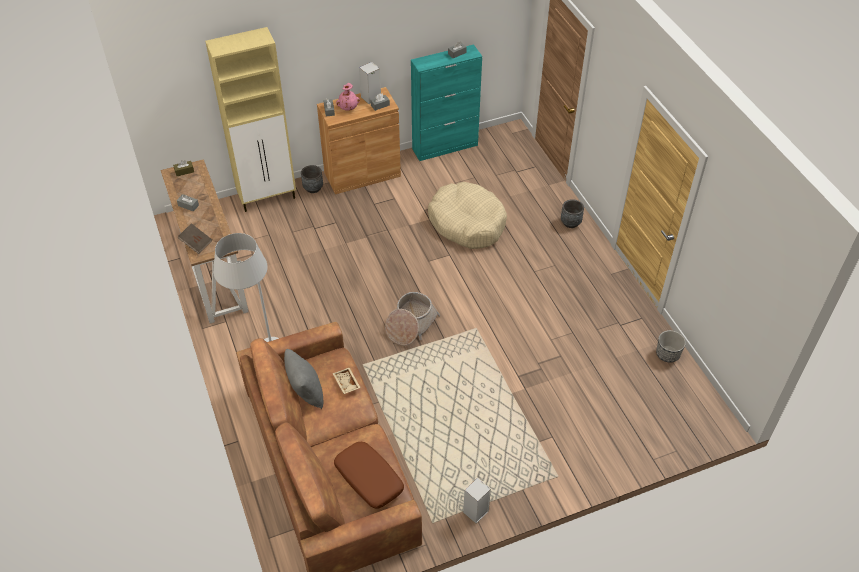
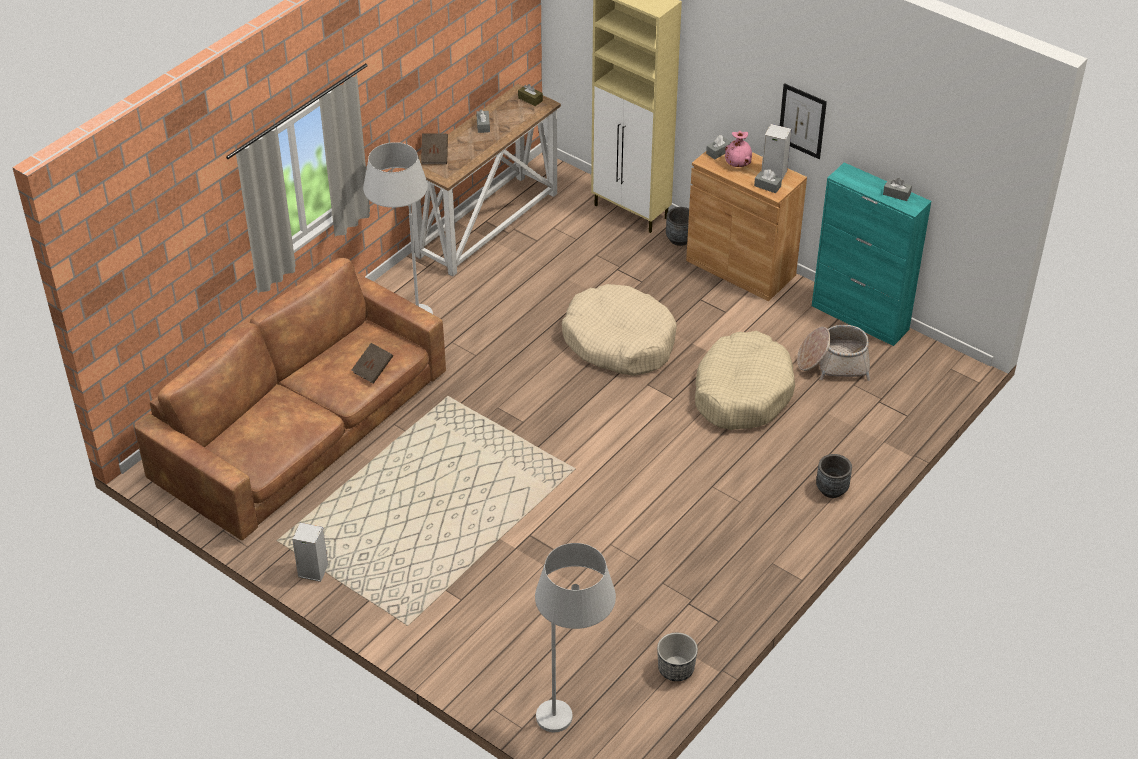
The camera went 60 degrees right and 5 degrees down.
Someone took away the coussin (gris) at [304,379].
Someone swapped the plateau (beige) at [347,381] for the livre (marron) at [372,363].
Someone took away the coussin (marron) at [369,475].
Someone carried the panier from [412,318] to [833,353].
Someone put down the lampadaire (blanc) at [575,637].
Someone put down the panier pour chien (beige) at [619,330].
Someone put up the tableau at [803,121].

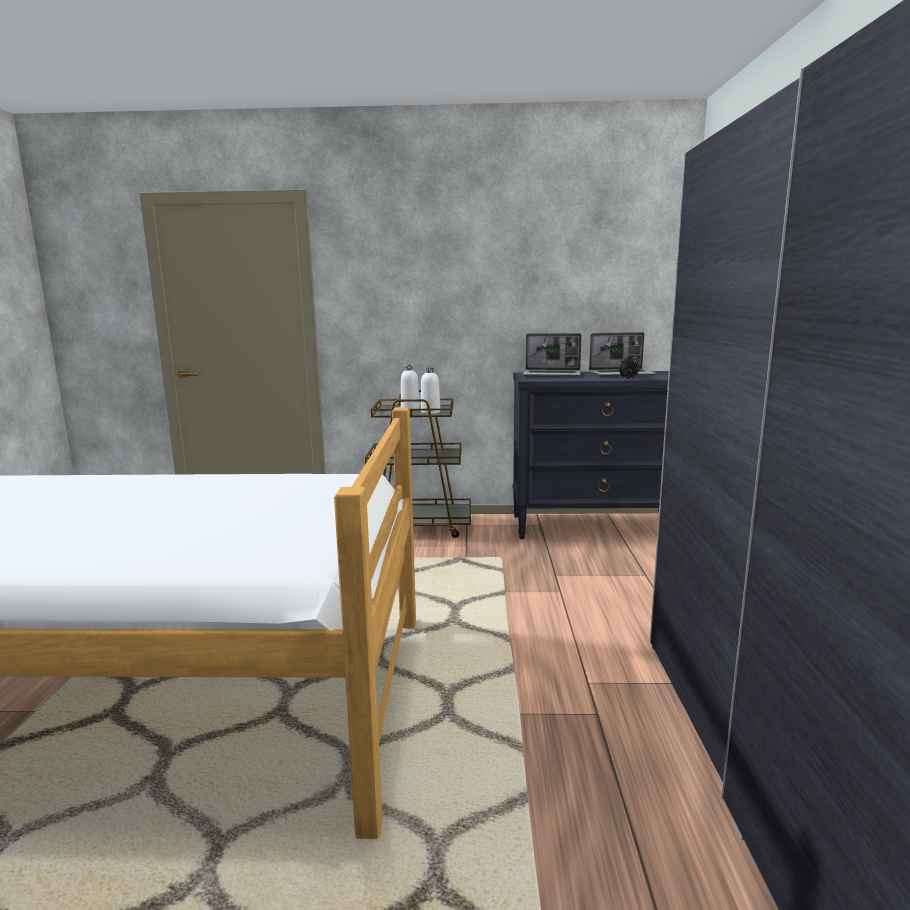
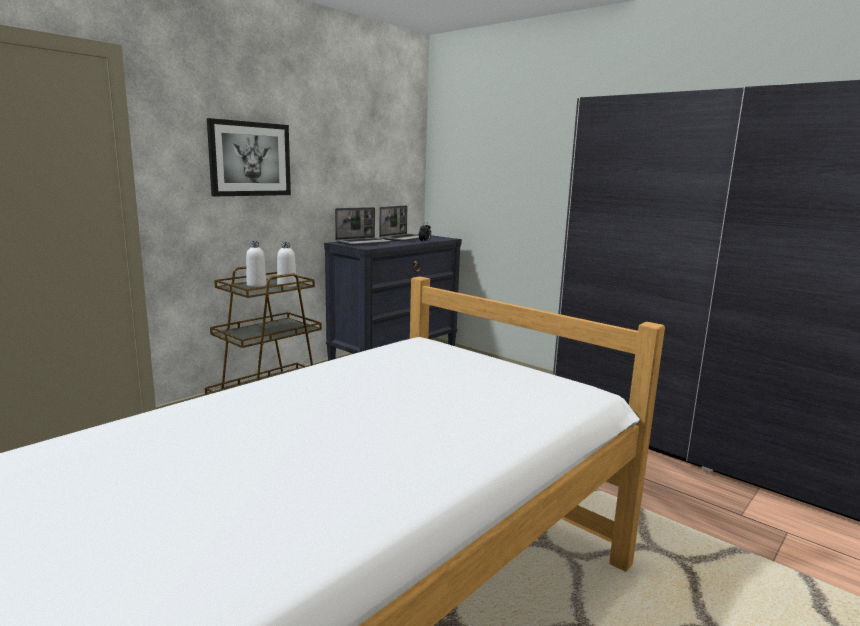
The camera went 50 degrees left and 0 degrees up.
Someone put up the tableau at [249,157].

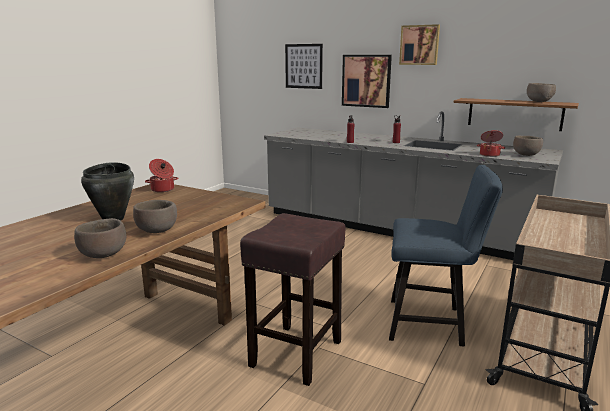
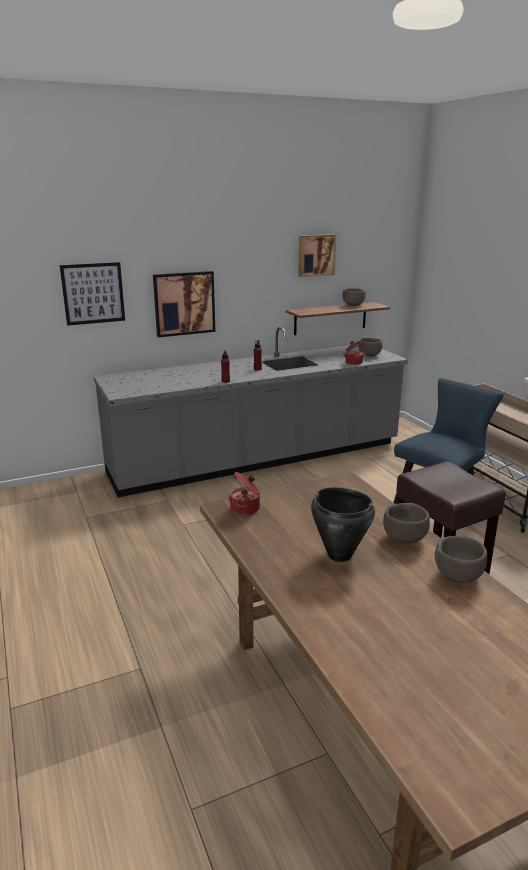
The camera went 55 degrees left and 5 degrees up.
Someone carried the tableau from [419,44] to [317,255].

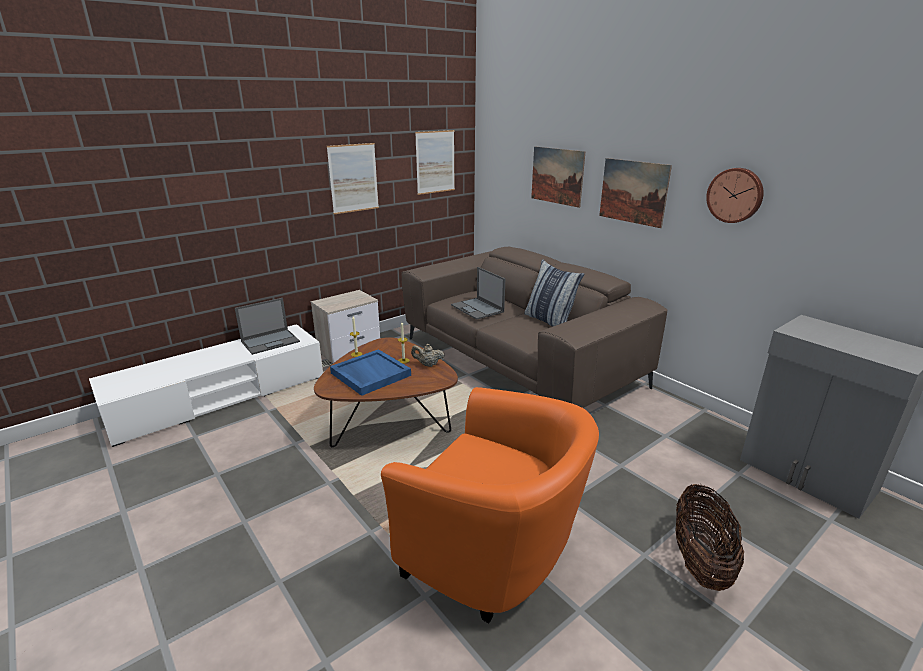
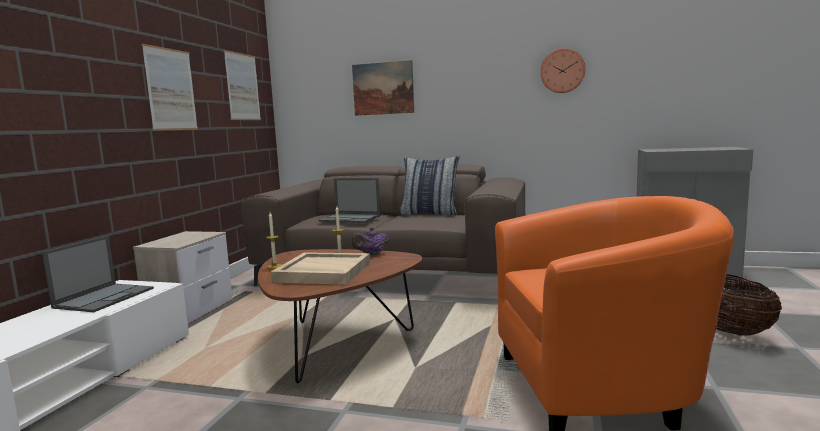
The camera went 35 degrees left and 15 degrees down.
Someone repainted the plateau (bleu) at [370,372], which became the plateau (beige) at [320,268].
Someone repainted the théière (beige) at [427,355], which became the théière (violet) at [370,241].
Someone took away the tableau at [635,193].

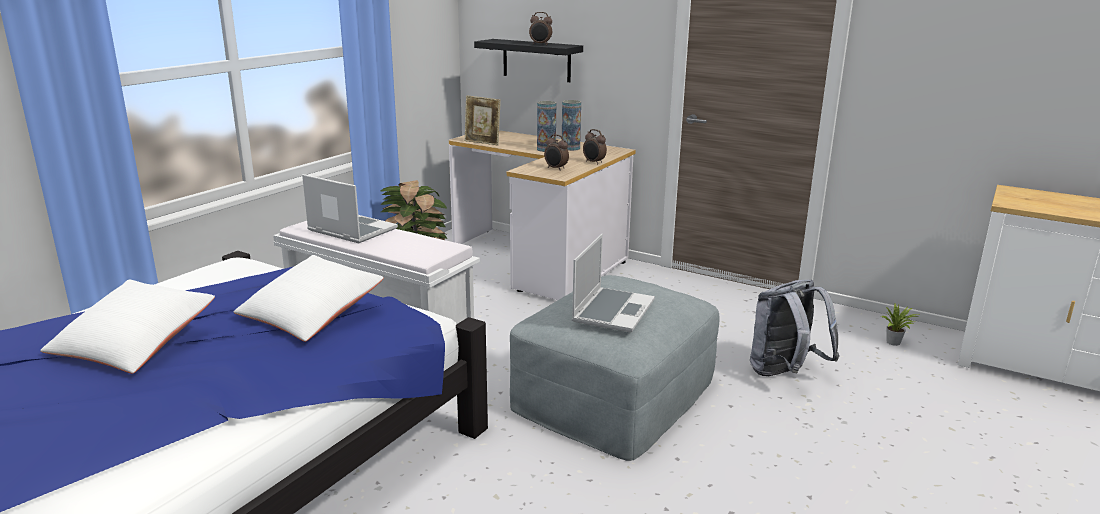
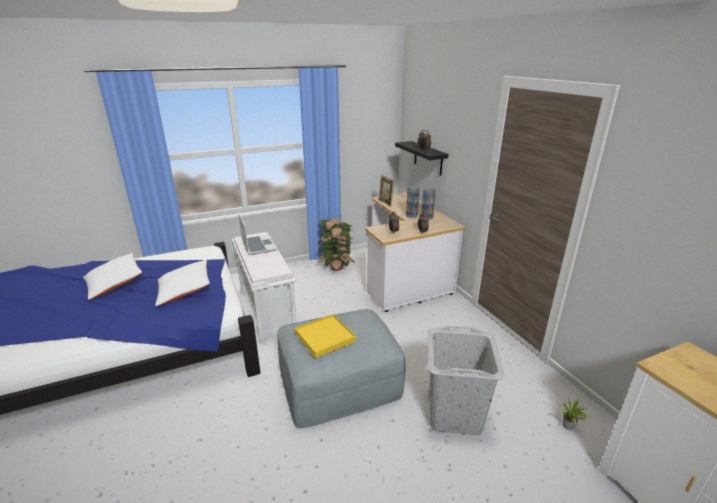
The camera went 35 degrees right and 5 degrees up.
Someone swapped the ordinateur portable at [613,283] for the plateau (jaune) at [325,336].
Someone swapped the sac à dos (gris) at [794,328] for the panier à linge (gris) at [466,380].

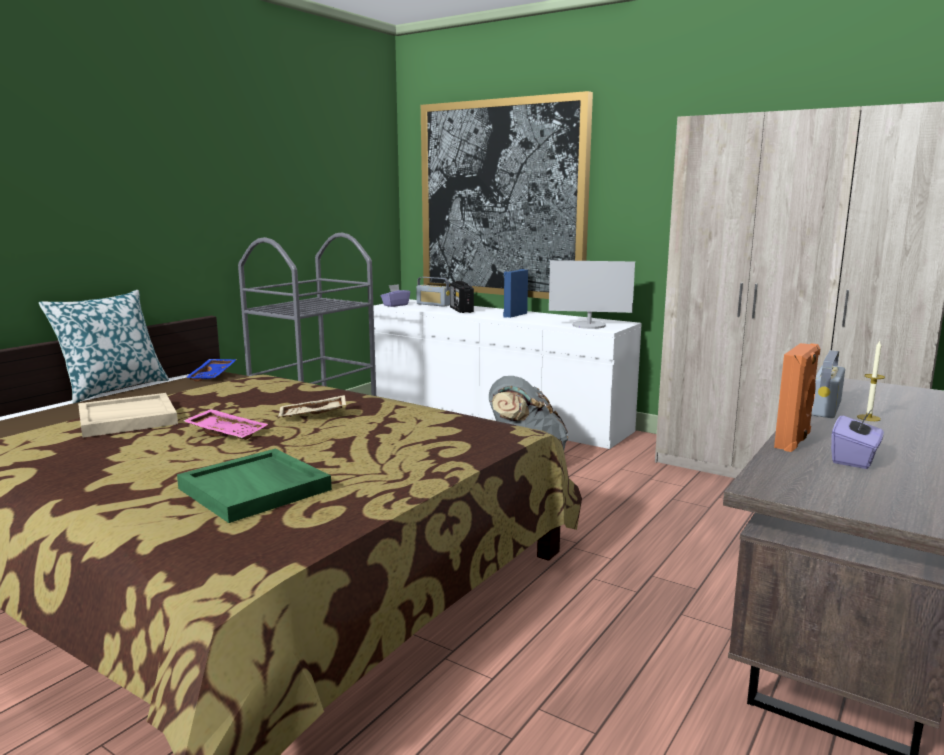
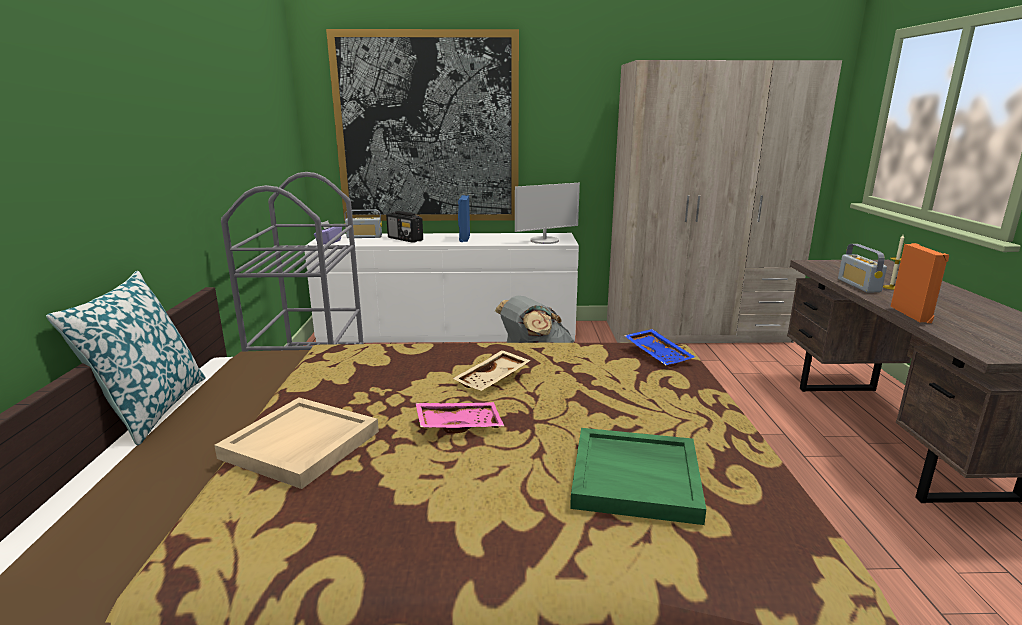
The camera went 35 degrees left and 5 degrees up.
Someone carried the plateau (bleu) from [211,370] to [659,348].
Someone took away the boîte à mouchoirs (violet) at [857,440].

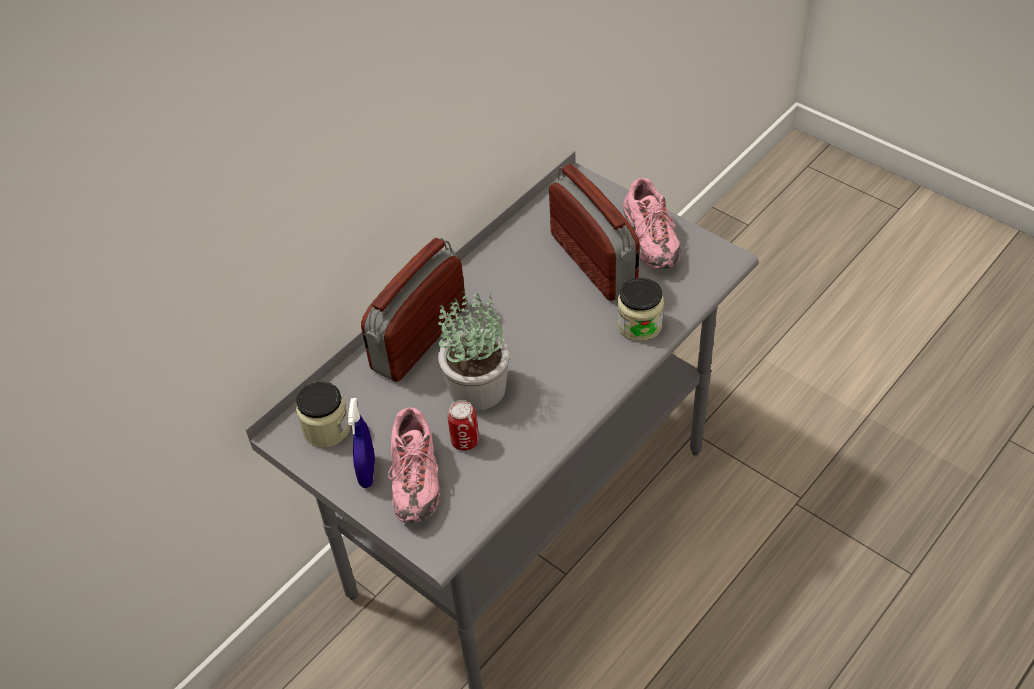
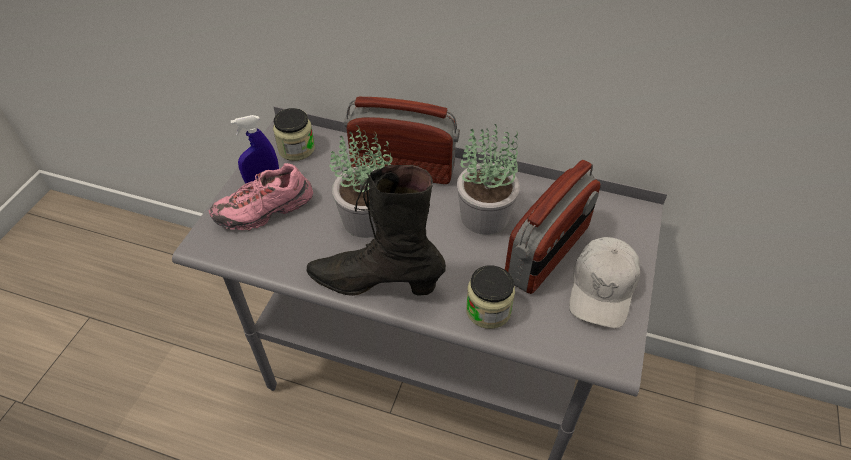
The camera went 65 degrees right and 0 degrees up.
Someone took away the boîte métallique at [463,425].
Someone swapped the chaussure (rose) at [651,223] for the casquette (blanc) at [604,282].
Someone put down the botte (noir) at [376,230].
Someone put down the plante en pot at [488,179].

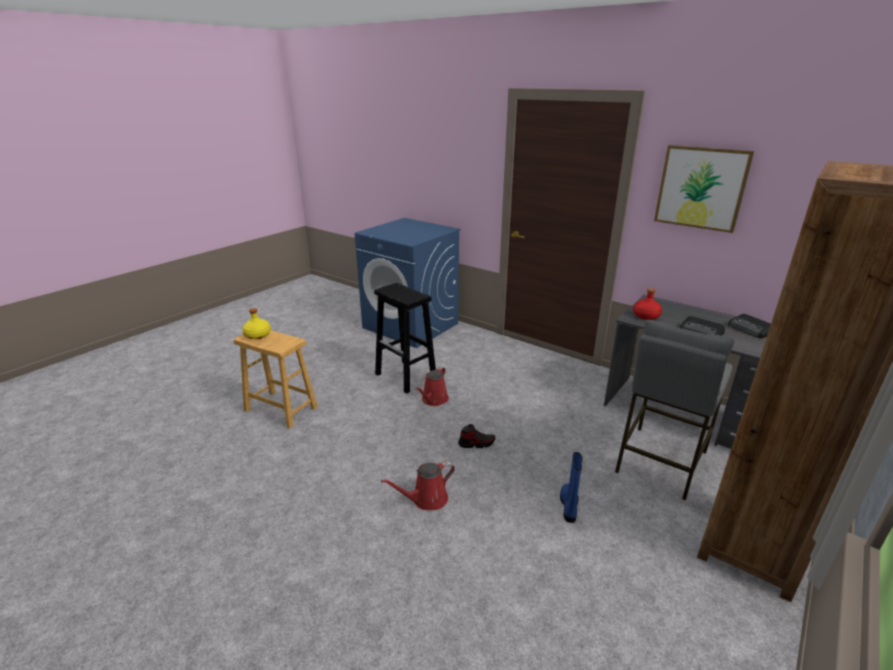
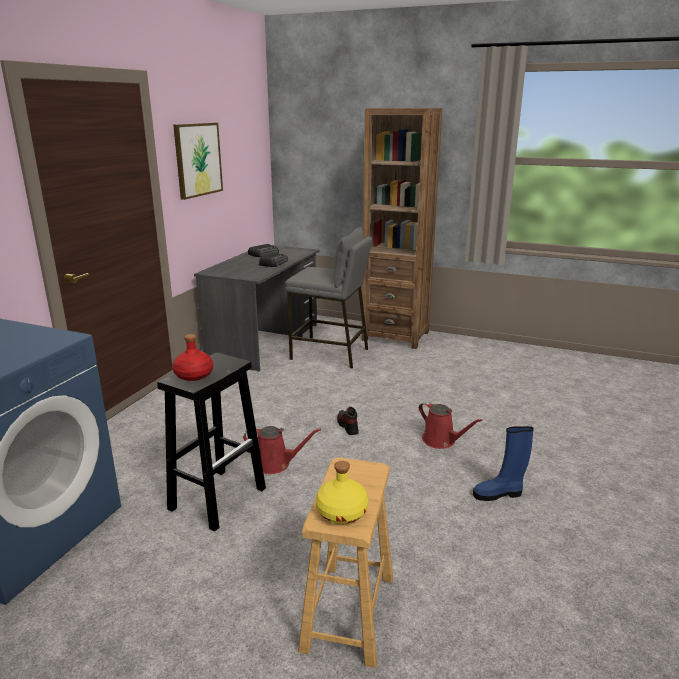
The camera went 105 degrees left and 5 degrees down.
Someone carried the botte (bleu) from [571,487] to [503,463].
Someone carried the bouteille (rouge) from [647,304] to [192,357].

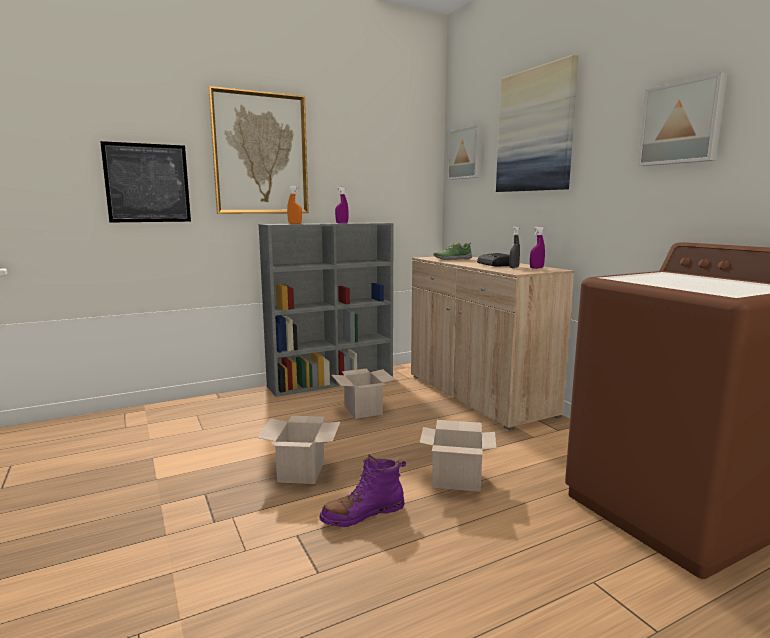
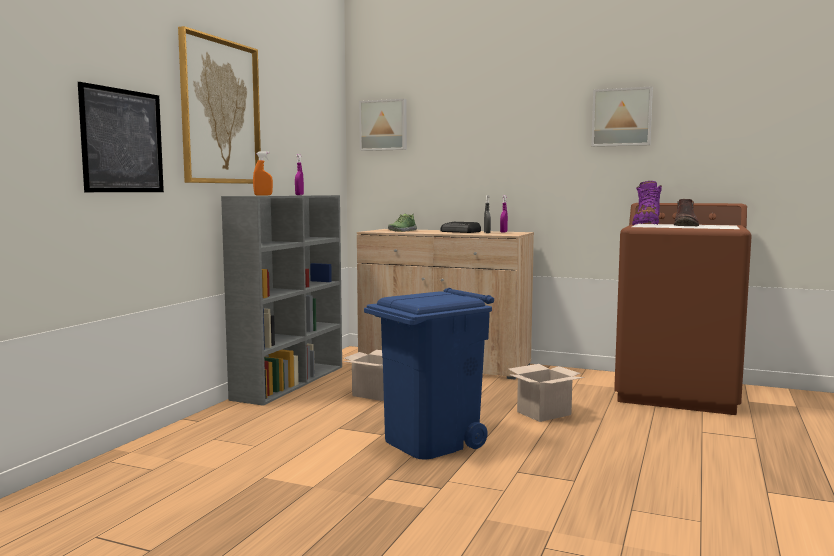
The camera went 40 degrees left and 5 degrees down.
Someone swapped the carton at [298,450] for the poubelle (bleu) at [429,374].
Someone carried the botte (violet) from [363,490] to [647,203].
Someone took away the tableau at [537,123].
Someone put down the botte (marron) at [686,212].

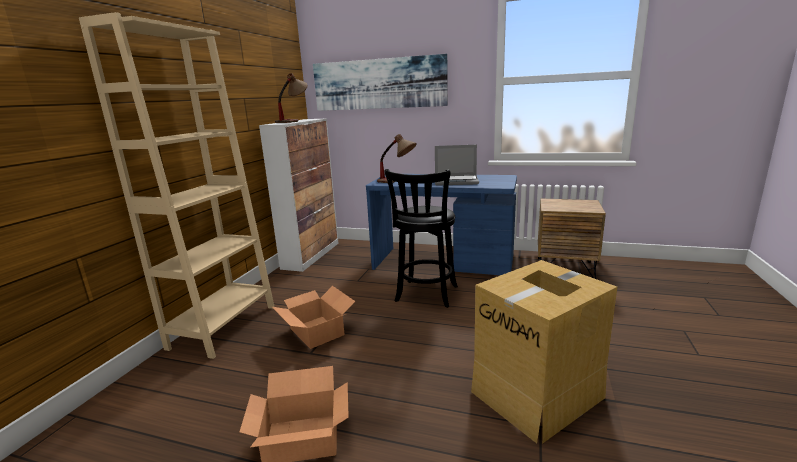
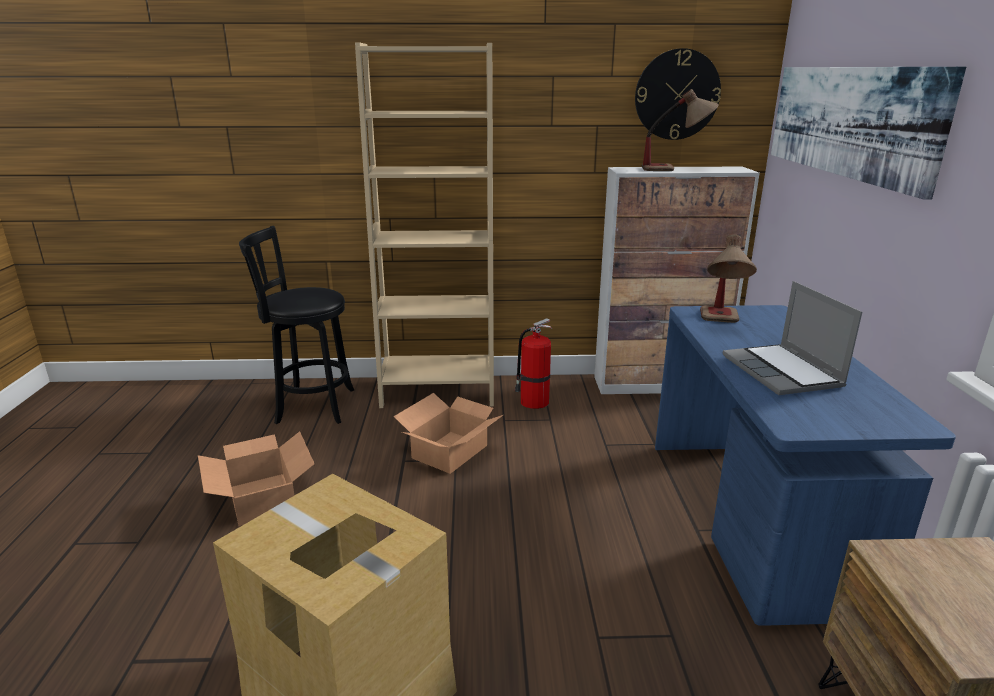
The camera went 70 degrees right and 5 degrees up.
Someone carried the tabouret (noir) from [421,238] to [296,325].
Someone put down the extincteur at [533,363].
Someone put up the horloge murale at [678,94].

